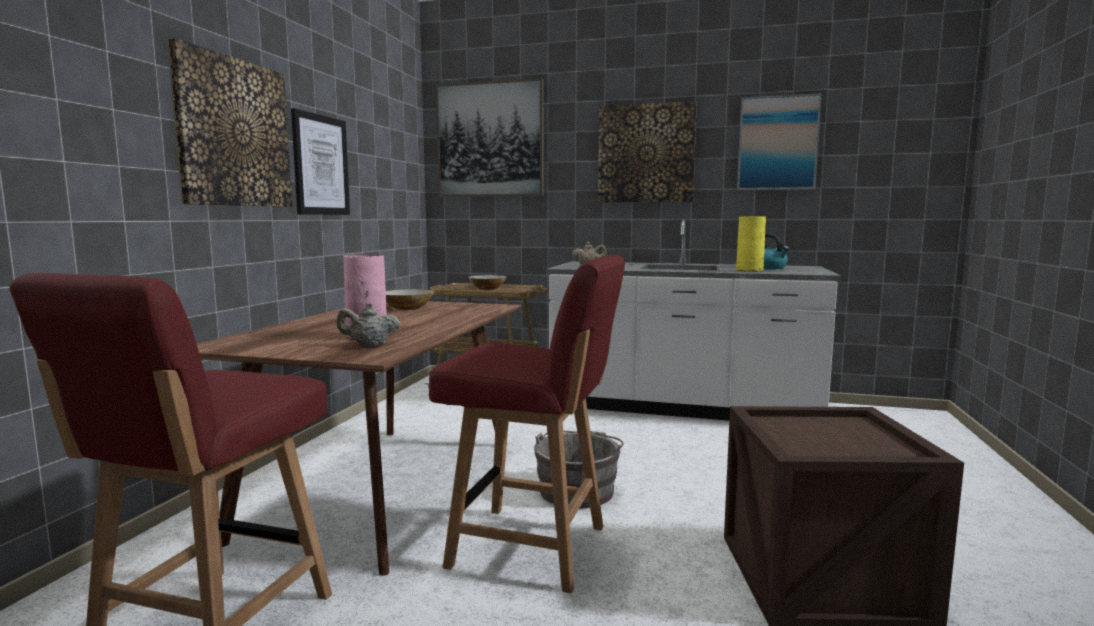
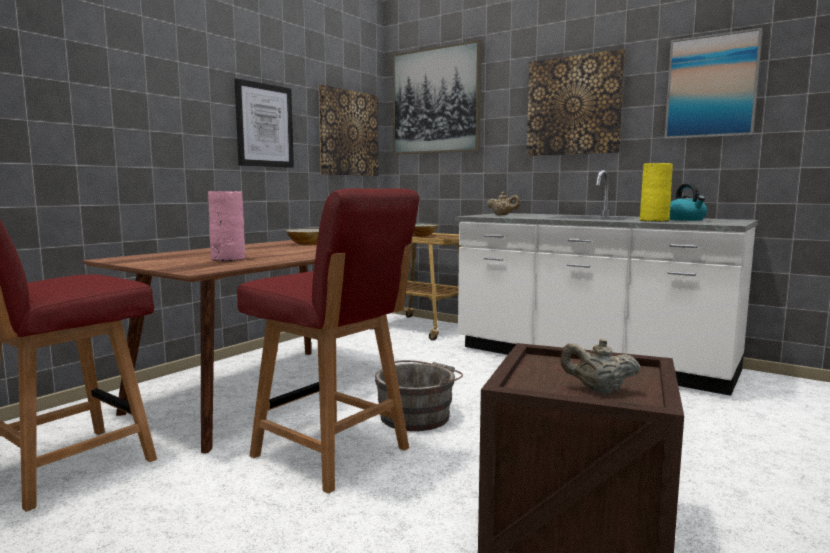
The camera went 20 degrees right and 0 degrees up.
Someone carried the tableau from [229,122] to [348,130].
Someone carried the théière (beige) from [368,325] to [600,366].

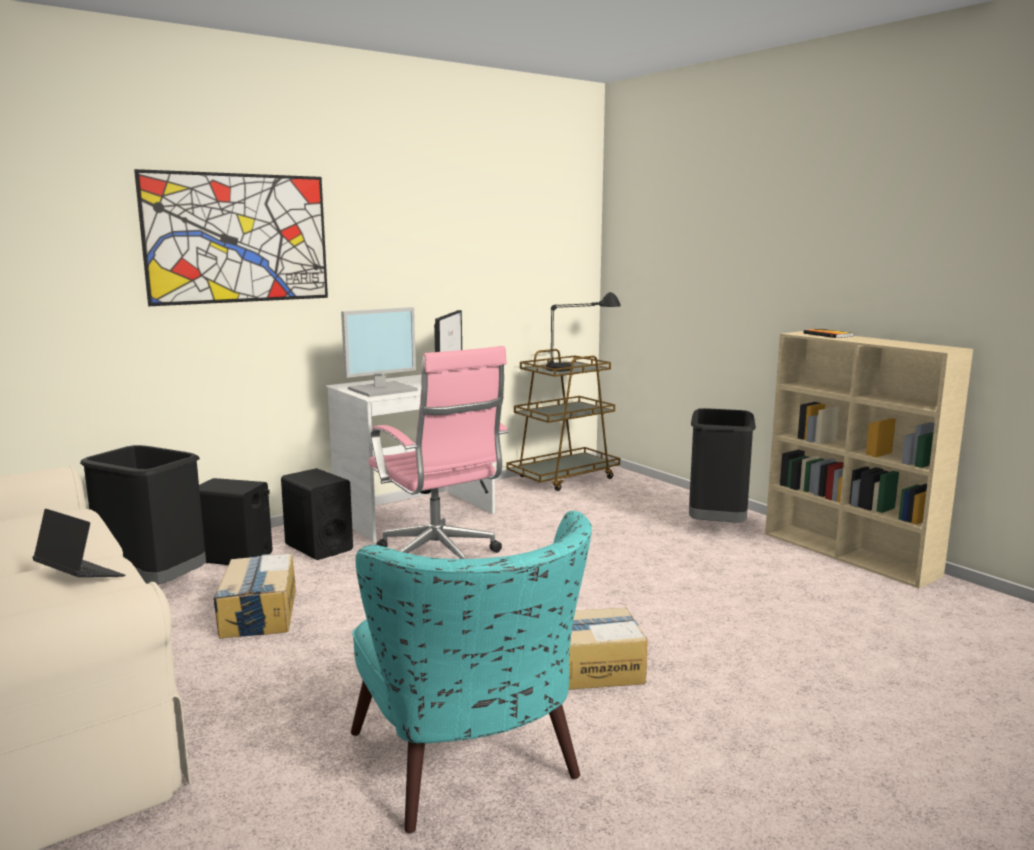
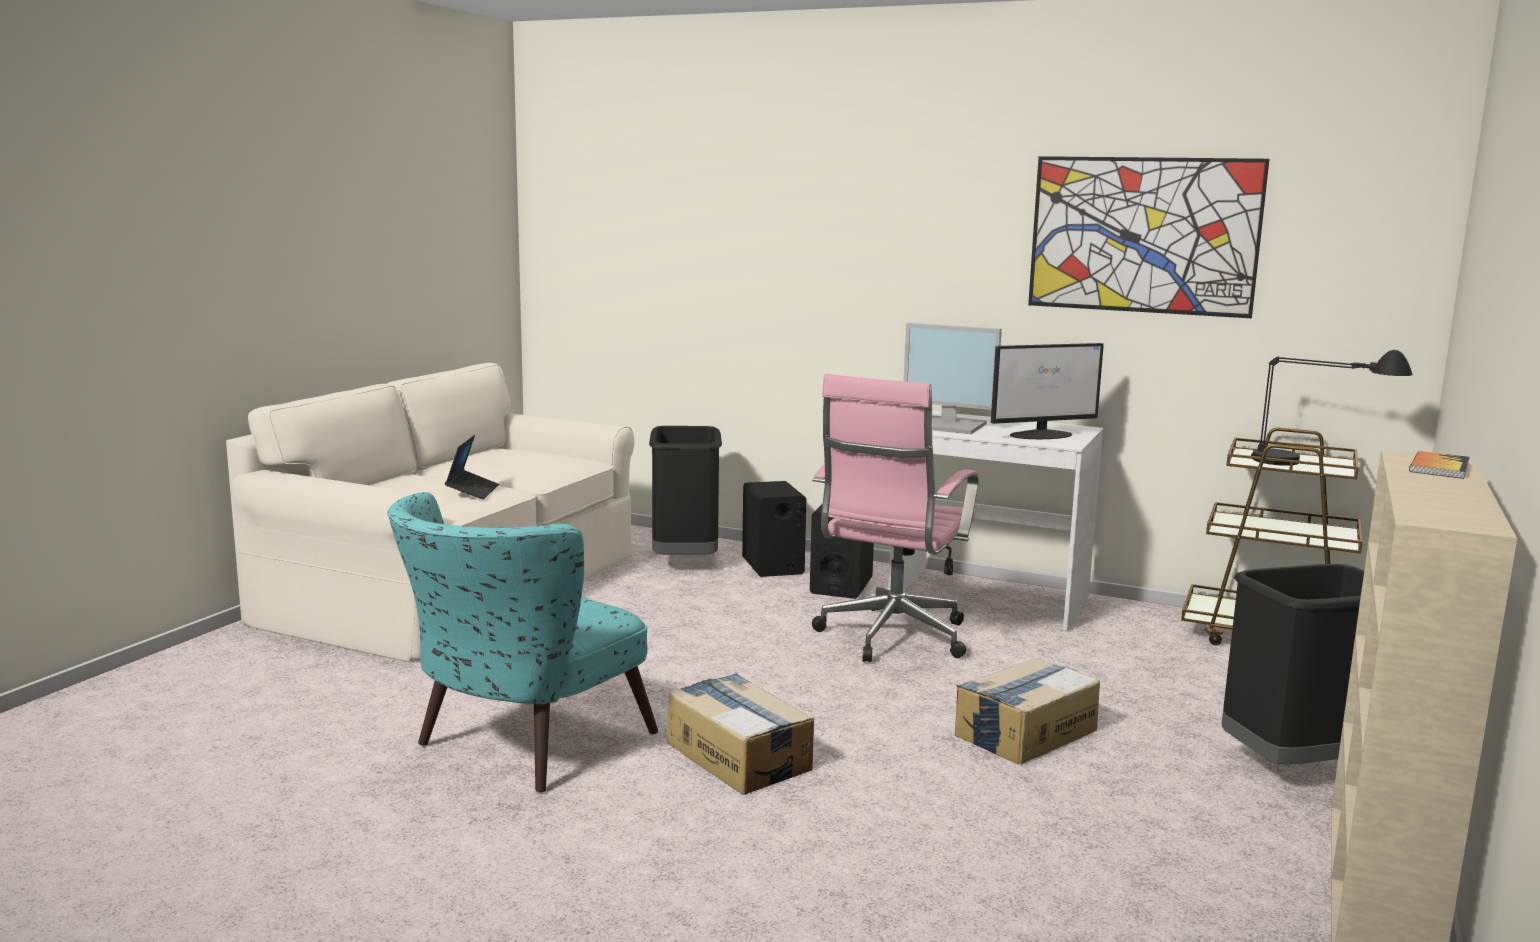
The camera went 60 degrees right and 0 degrees up.
Someone carried the tableau from [231,237] to [1149,237].
Someone carried the carton from [254,596] to [1027,711].

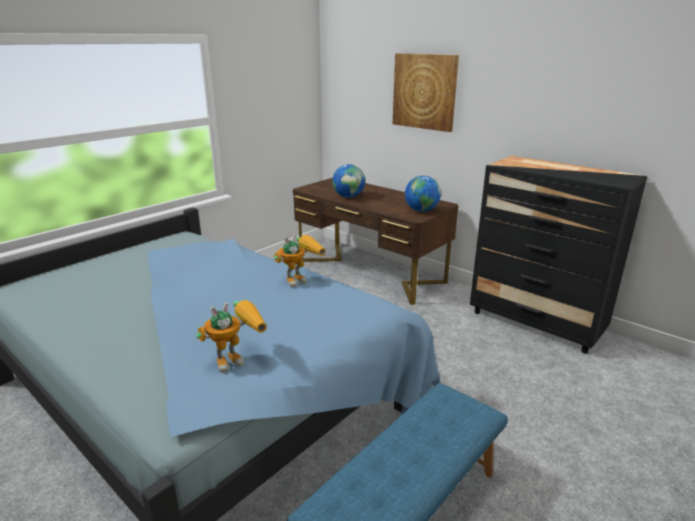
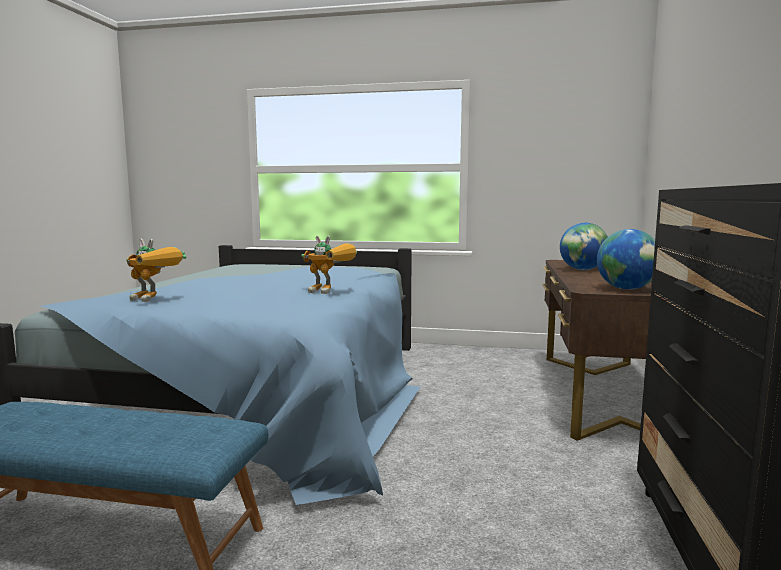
The camera went 60 degrees right and 15 degrees down.
Someone took away the tableau at [426,92].

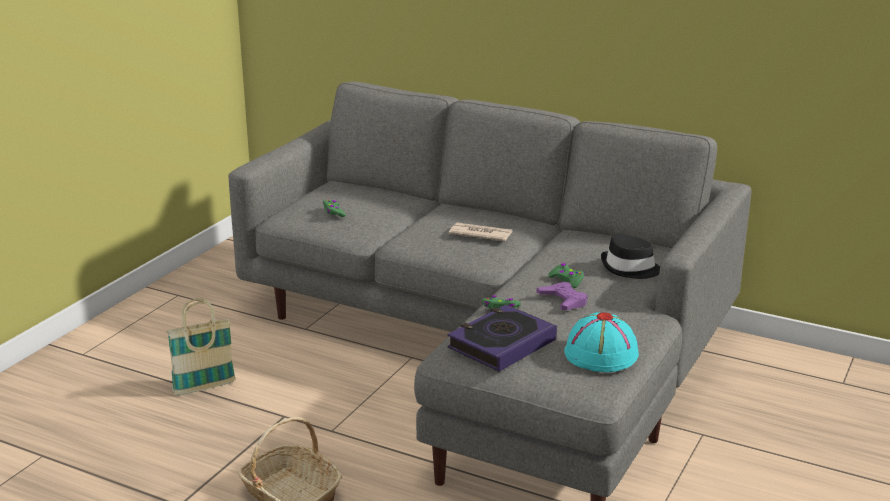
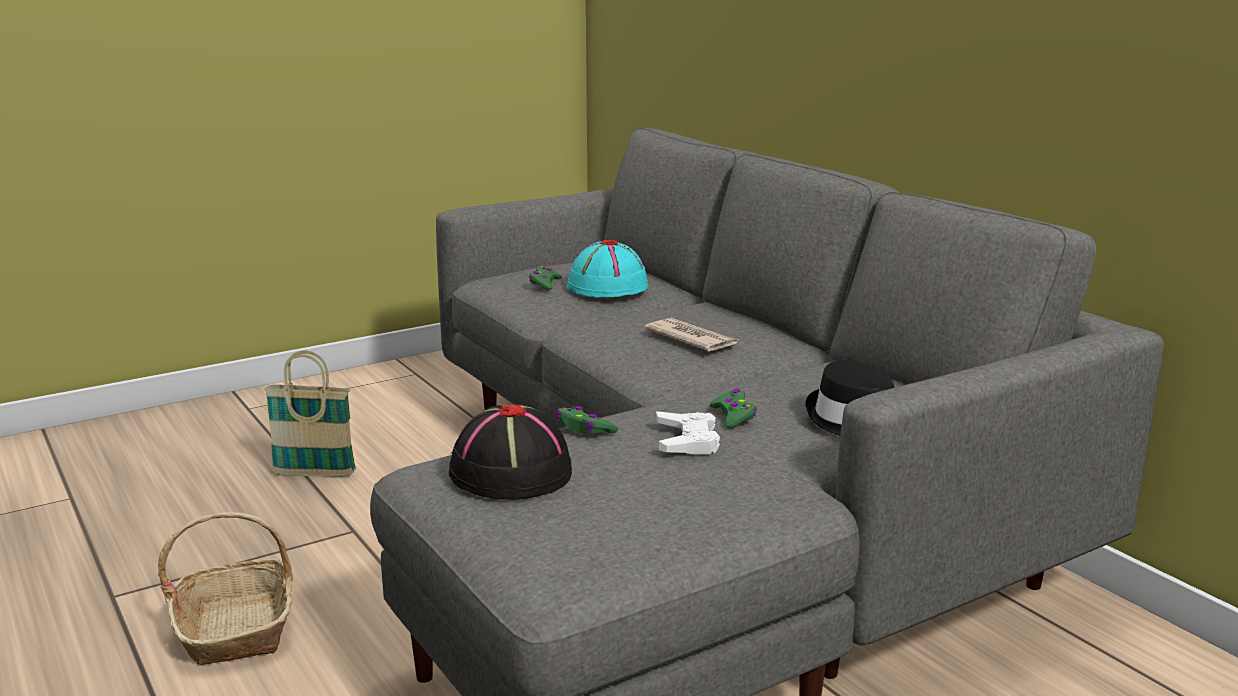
The camera went 30 degrees right and 5 degrees down.
Someone swapped the livre at [502,338] for the chapeau (noir) at [510,452].
Someone repainted the manette (violet) at [562,296], which became the manette (blanc) at [688,433].
Someone carried the chapeau (turquoise) from [601,342] to [607,268].

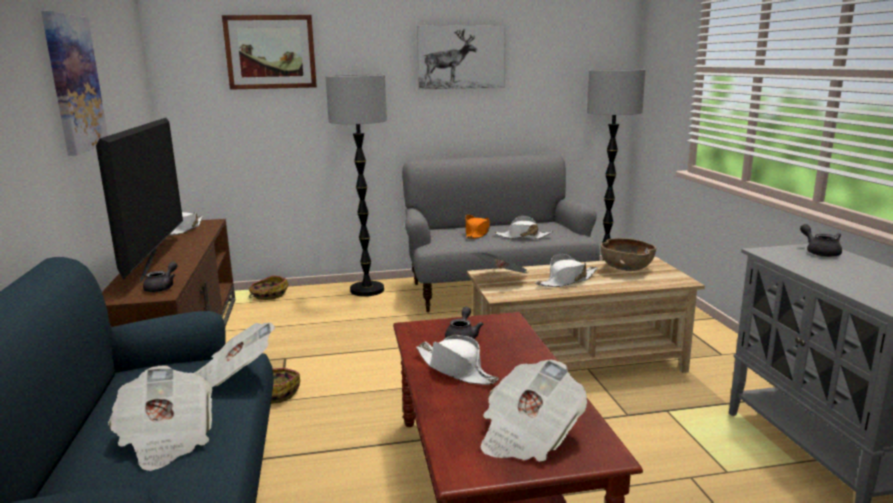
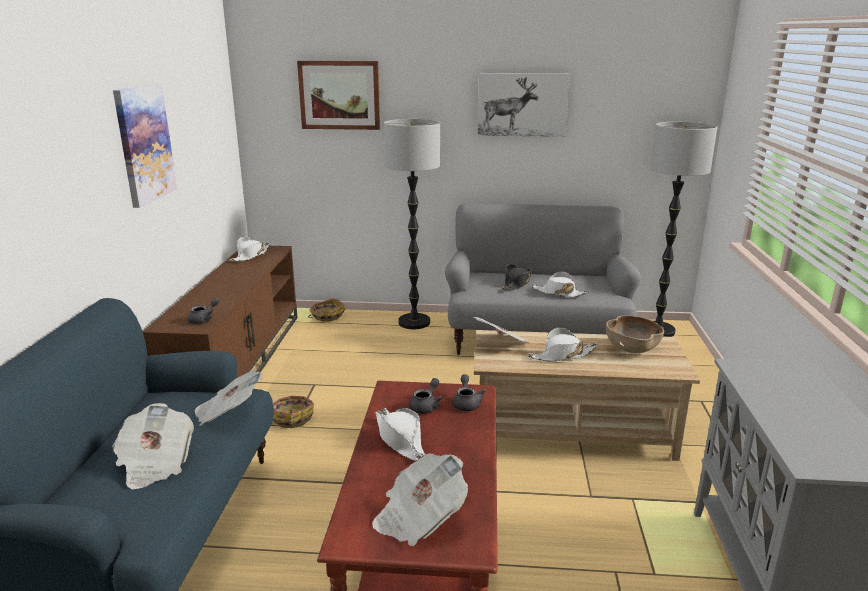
The camera went 15 degrees right and 5 degrees up.
Someone took away the téléviseur at [139,200].
Someone repainted the chapeau (orange) at [477,226], which became the chapeau (noir) at [517,277].
Someone carried the théière (gris) from [821,240] to [469,392].

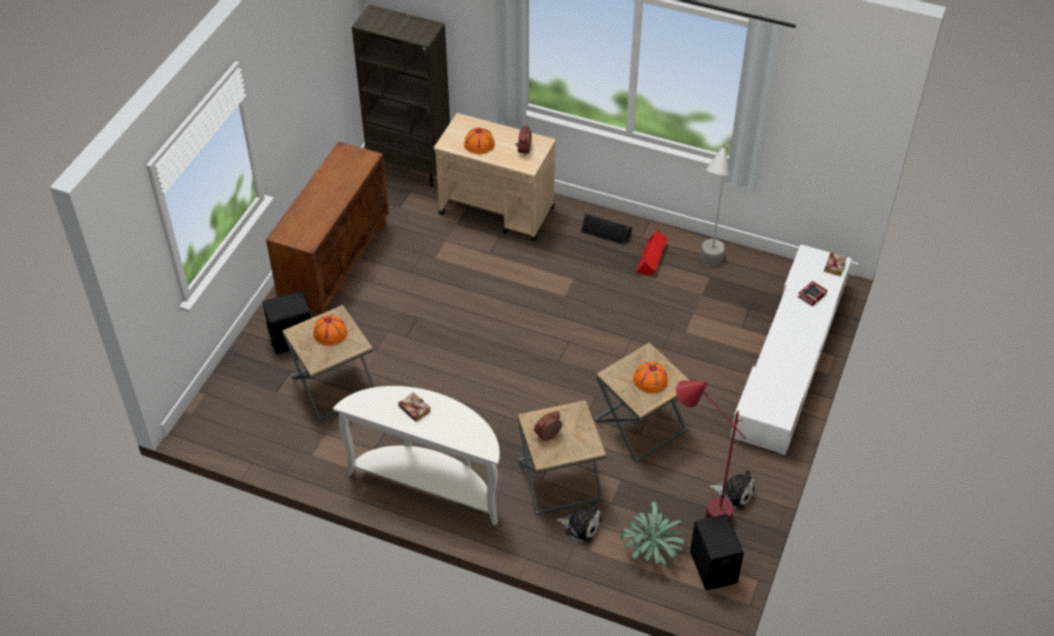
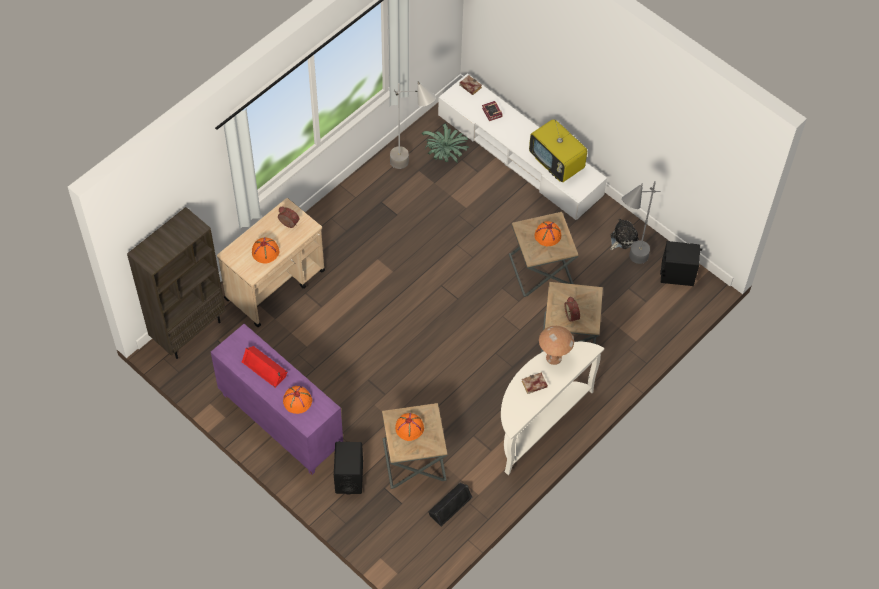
The camera went 70 degrees left and 10 degrees up.
Someone repainted the meuble de rangement (marron) at [327,228], which became the meuble de rangement (violet) at [277,399].
Someone took away the peluche at [579,522].
Someone carried the enceinte (noir) from [606,229] to [450,504].
Someone carried the plante en pot from [653,534] to [445,143].
Someone carried the enceinte (rouge) from [651,253] to [265,367].
Someone repainted the lampadaire (rouge) at [711,451], which became the lampadaire (gris) at [641,222].
Someone put down the chapeau (orange) at [297,400].
Someone put down the téléviseur at [558,150].
Someone put down the lampe de table (marron) at [556,345].

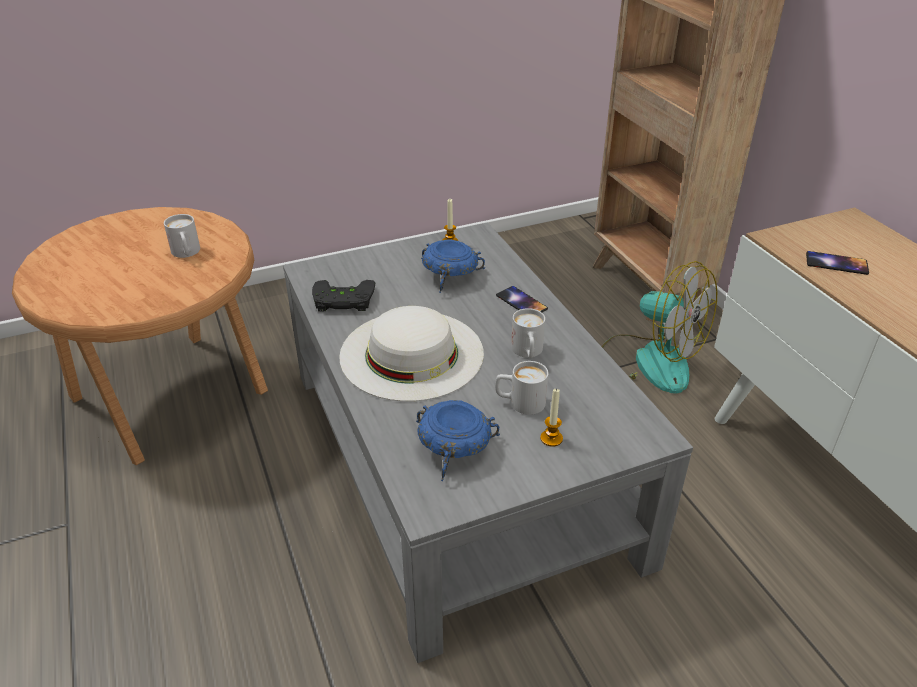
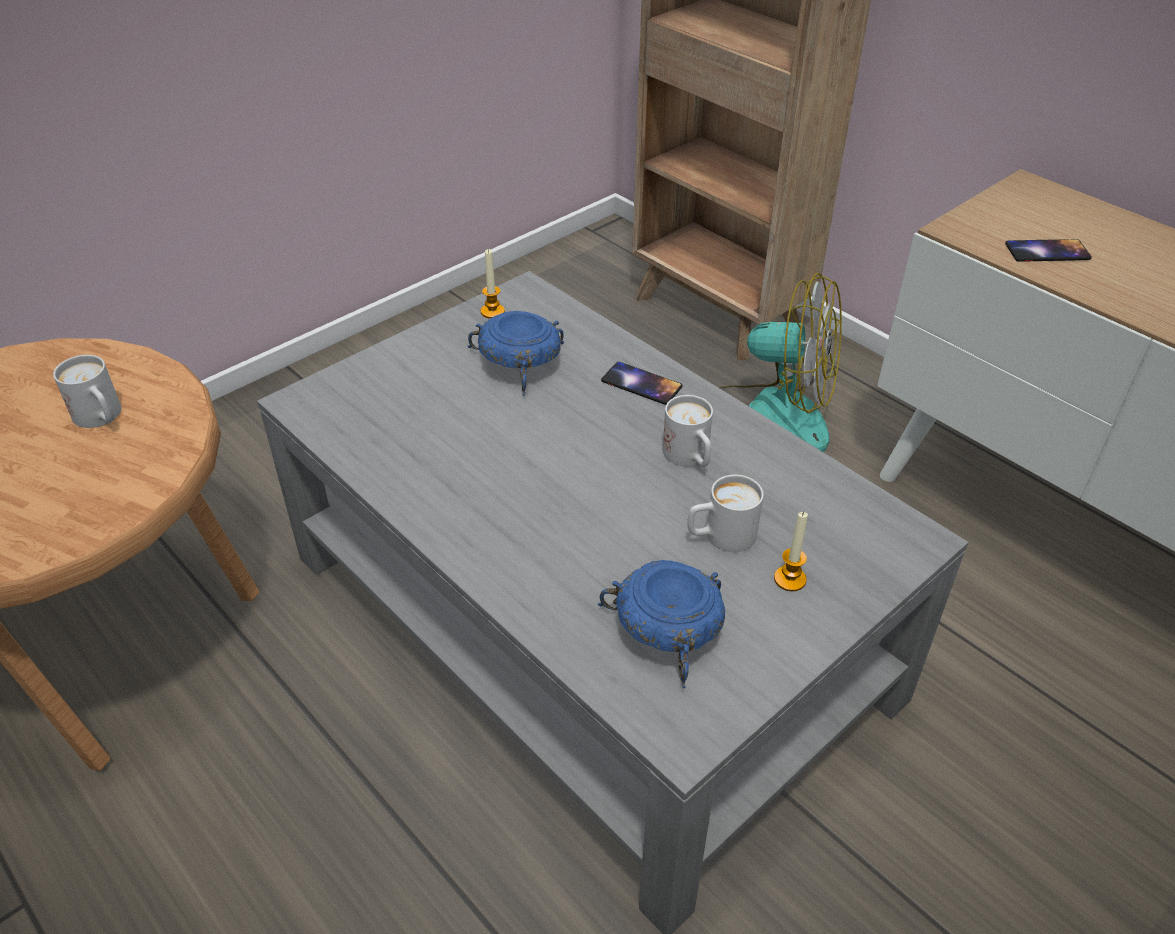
The camera went 20 degrees left and 5 degrees up.
Someone took away the manette (noir) at [343,295].
Someone took away the chapeau (blanc) at [411,353].

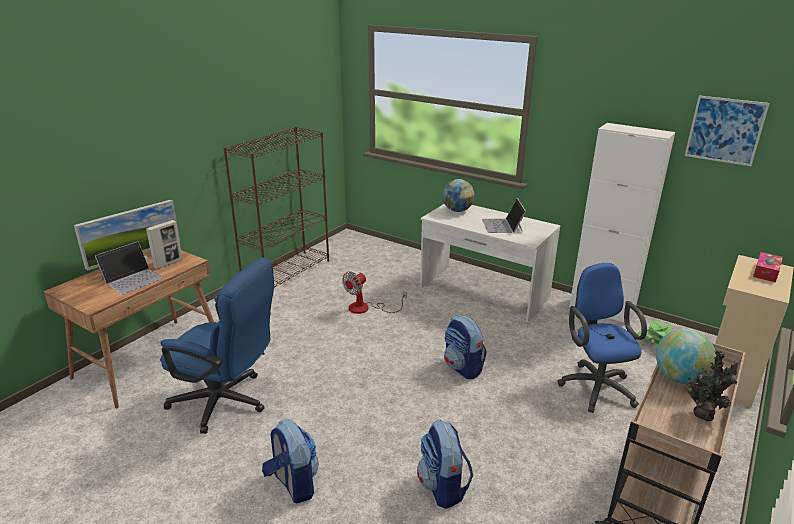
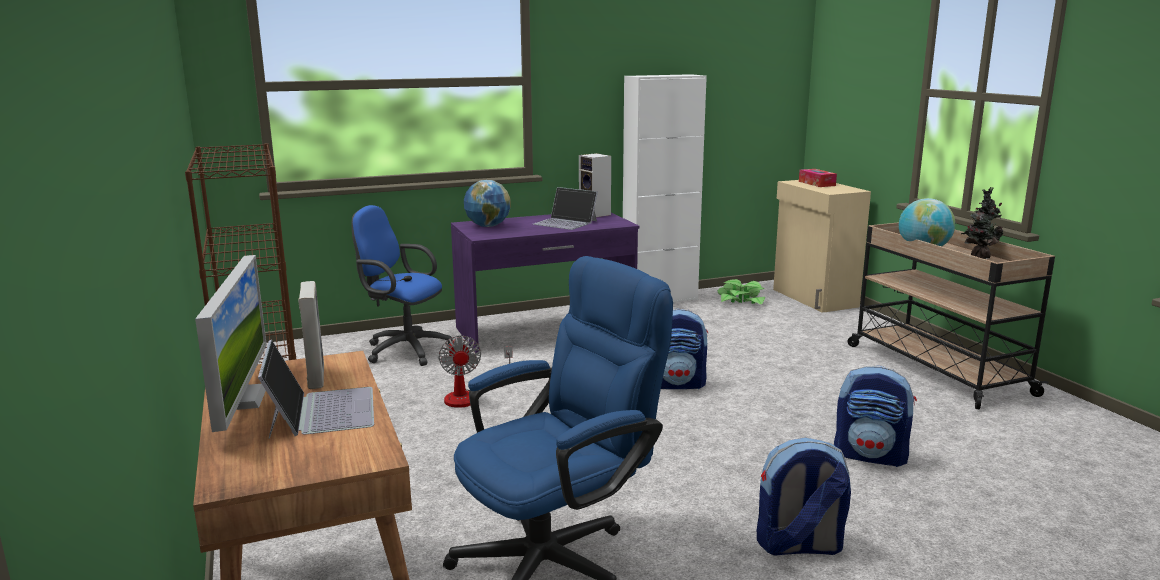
The camera went 55 degrees left and 10 degrees down.
Someone repainted the bureau (blanc) at [490,263], which became the bureau (violet) at [545,283].
Someone carried the chaise de bureau (bleu) from [602,338] to [402,285].
Someone took away the tableau at [727,131].
Someone put down the enceinte at [595,185].

